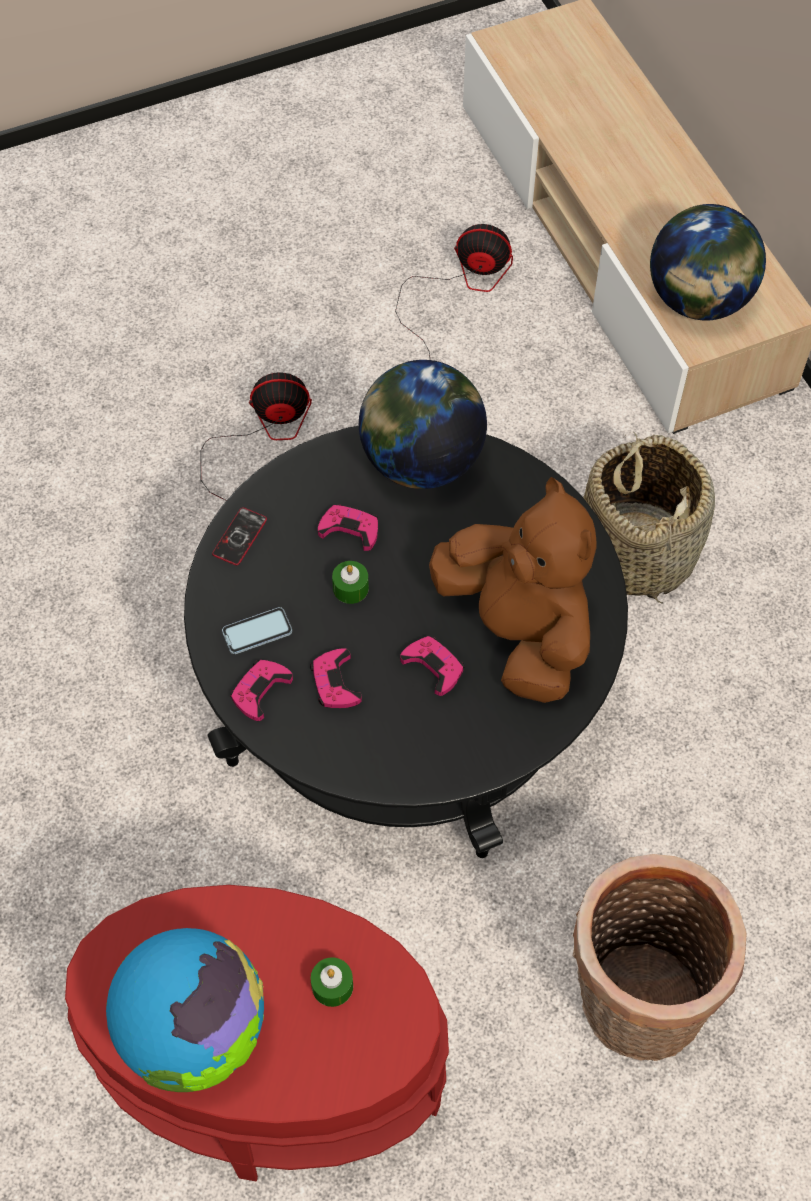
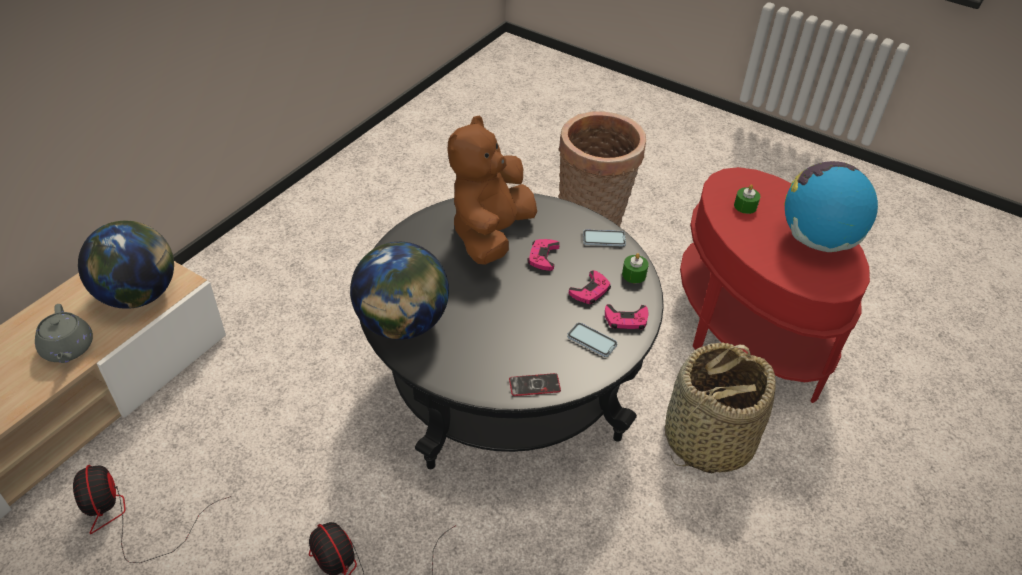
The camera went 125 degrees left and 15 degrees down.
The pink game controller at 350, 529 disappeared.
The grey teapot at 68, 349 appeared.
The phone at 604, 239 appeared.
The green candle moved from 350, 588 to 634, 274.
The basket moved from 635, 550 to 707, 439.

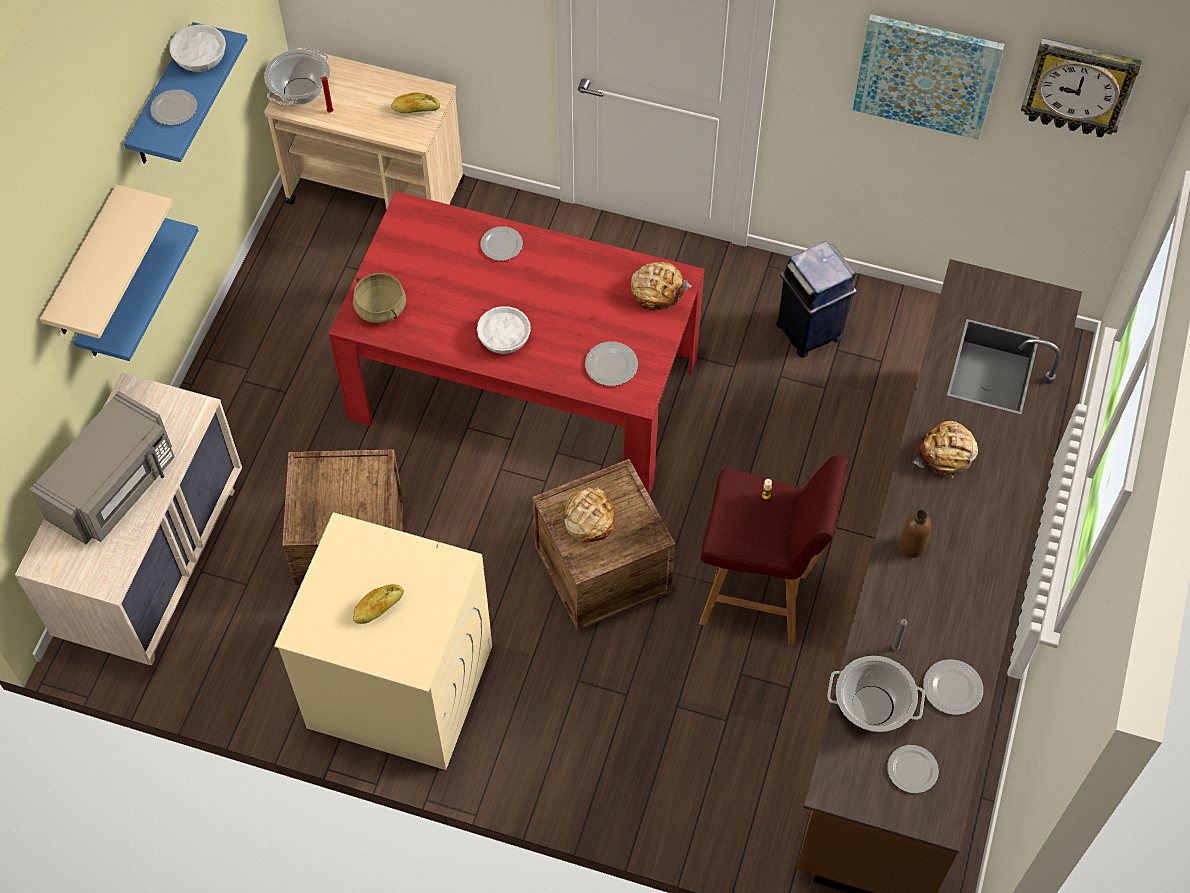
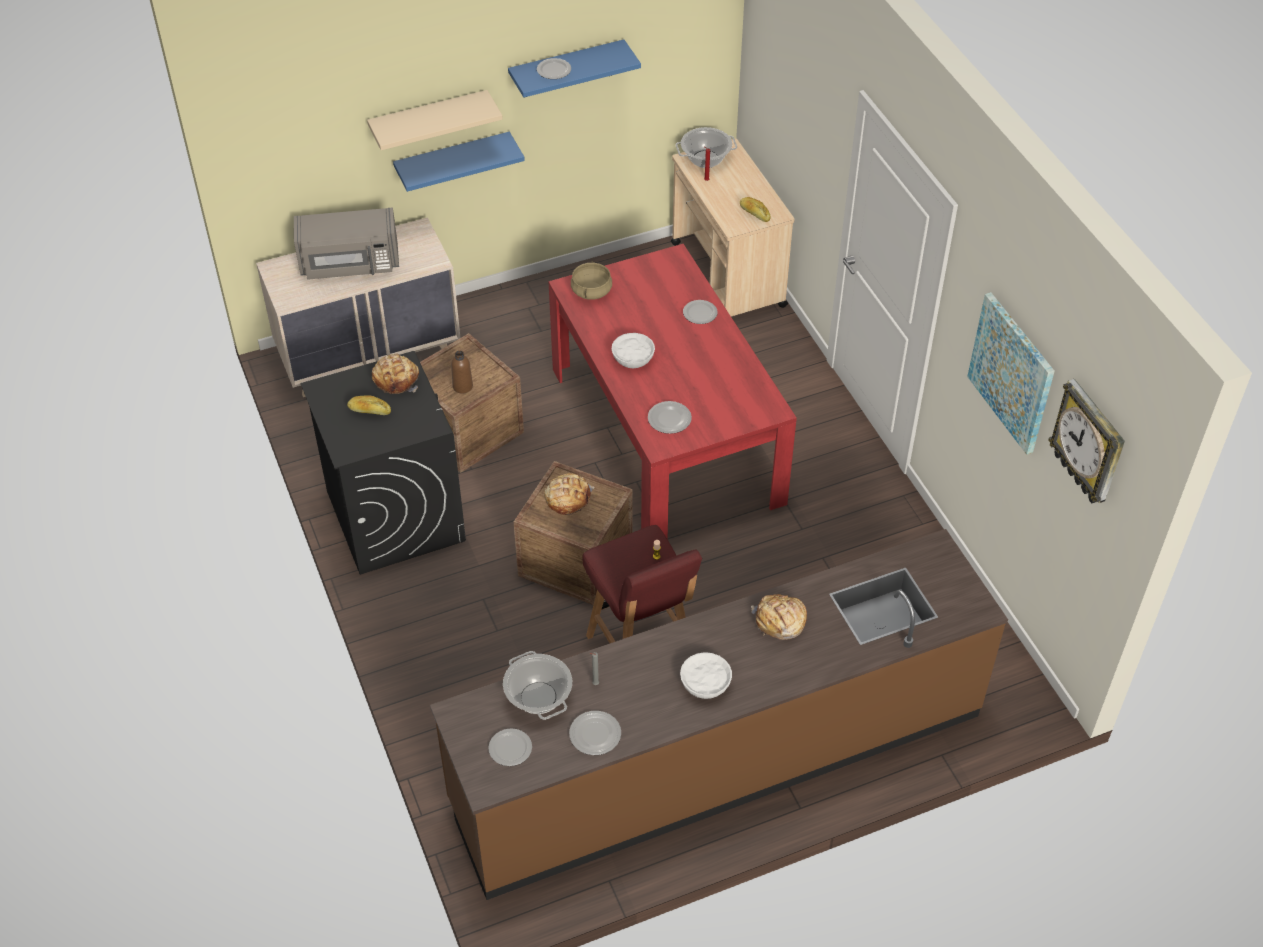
The camera went 50 degrees right and 10 degrees down.
The blue trash can at 809, 332 disappeared.
The white bowl moved from 199, 57 to 705, 682.
The bread moved from 657, 290 to 396, 379.
The brown bottle moved from 911, 546 to 462, 386.
The beige washing machine at 399, 686 became the black washing machine at 394, 515.

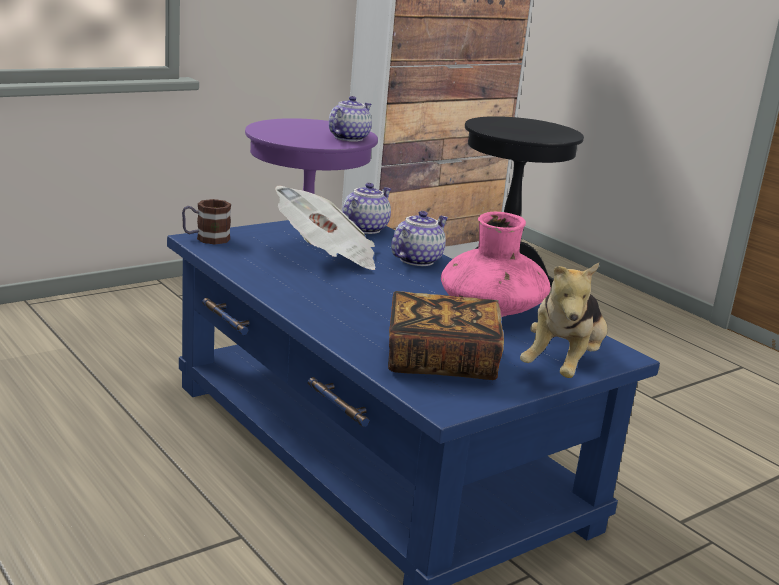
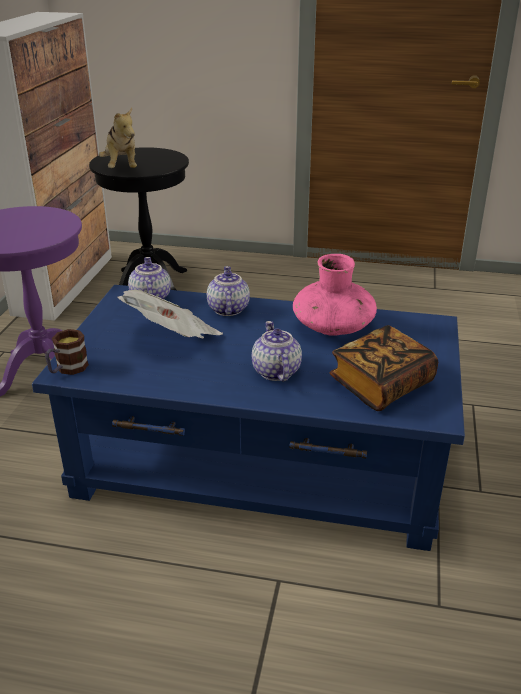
The camera went 40 degrees left and 10 degrees up.
The teapot moved from 348, 138 to 275, 371.
The plush toy moved from 563, 366 to 122, 168.

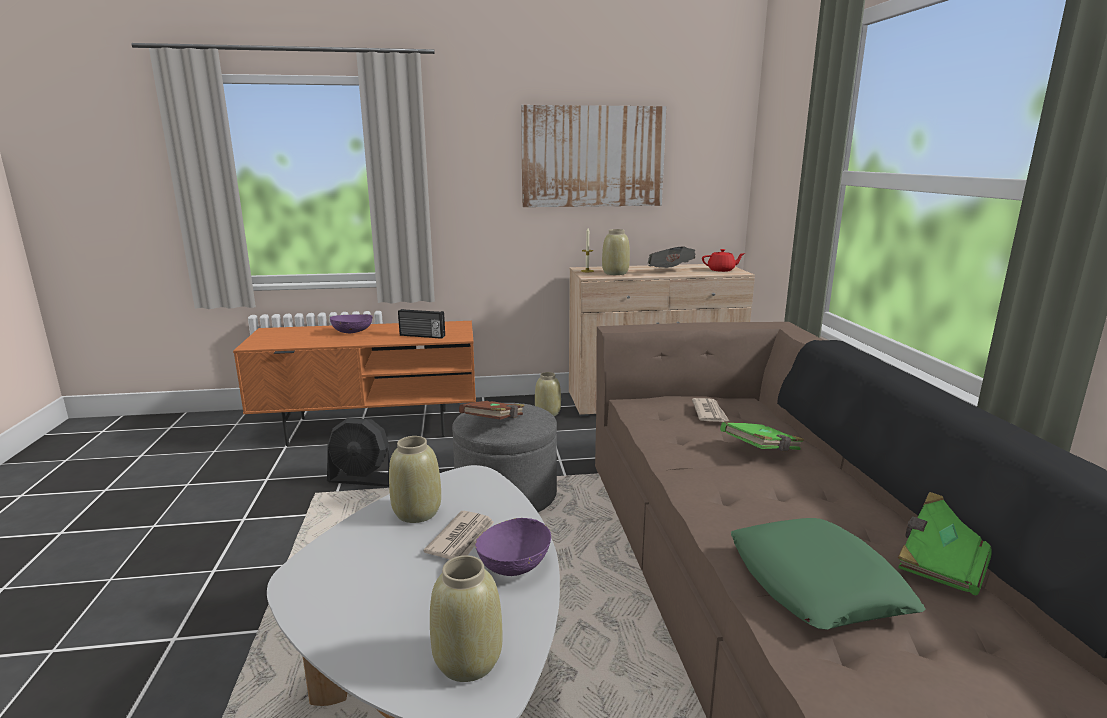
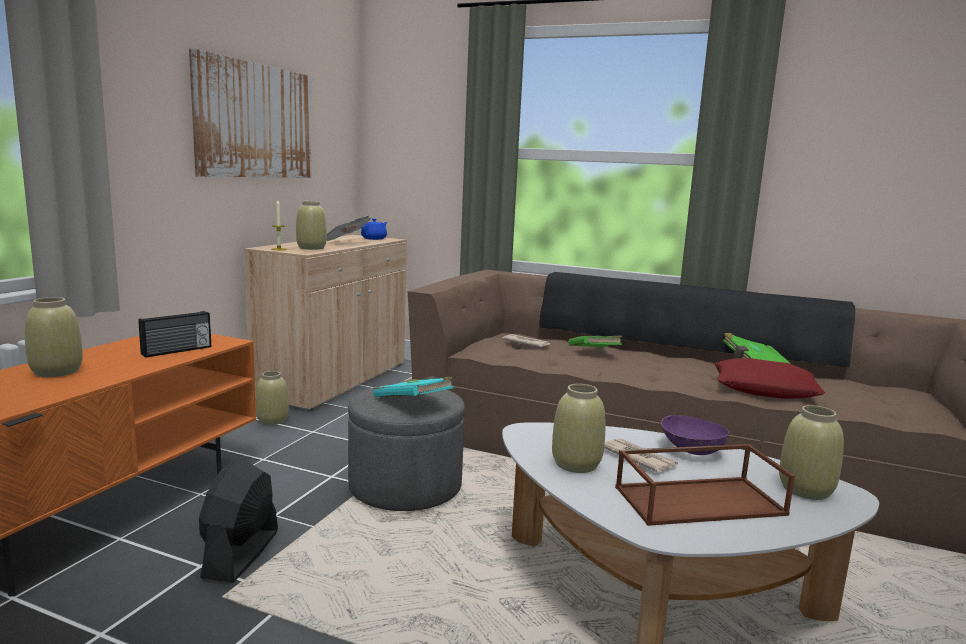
The camera went 60 degrees left and 5 degrees down.
The brown tray at 700, 500 appeared.
The purple bowl at 352, 332 was replaced by the beige vase at 57, 371.
The brown book at 494, 423 became the turquoise book at 413, 403.
The red teapot at 721, 270 became the blue teapot at 374, 239.
The green pillow at 817, 583 became the red pillow at 765, 388.
The black fan at 363, 479 turned 150 degrees clockwise.

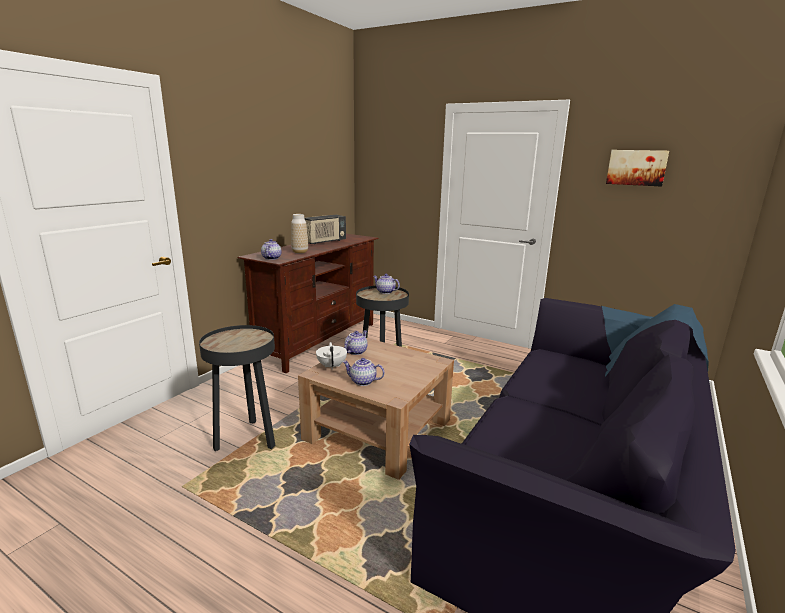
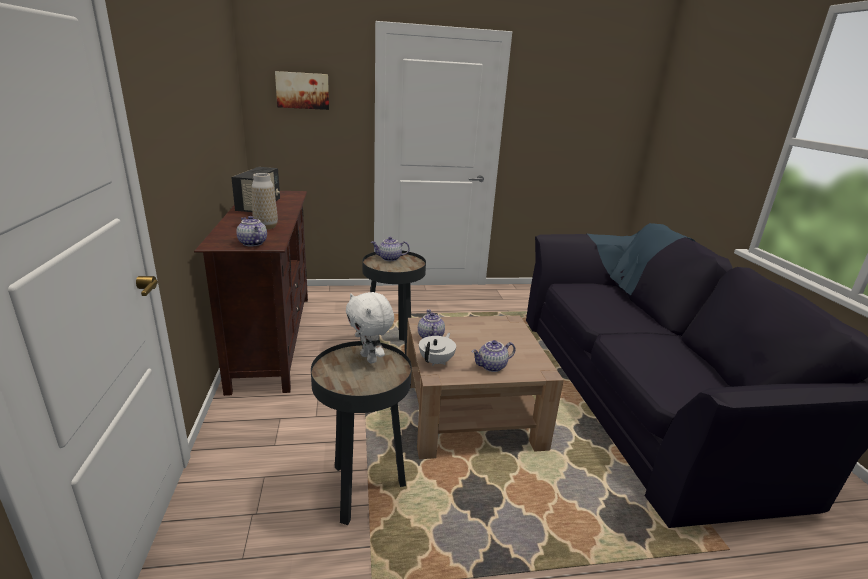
The camera went 40 degrees left and 5 degrees up.
The white plush toy at 370, 358 appeared.
The picture moved from 636, 167 to 302, 90.
The white teapot at 332, 366 turned 75 degrees clockwise.

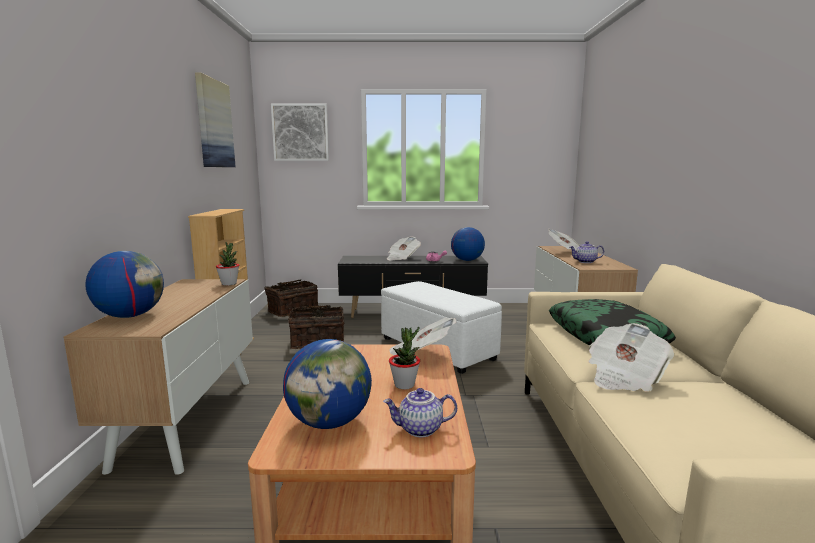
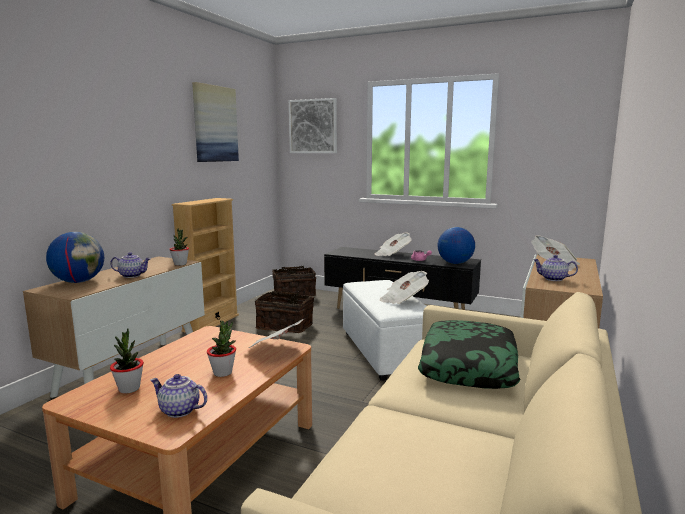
The camera went 25 degrees right and 0 degrees up.
The teapot at 132, 275 appeared.
The newspaper moved from 624, 377 to 403, 300.
The globe at 330, 422 was replaced by the potted plant at 129, 389.

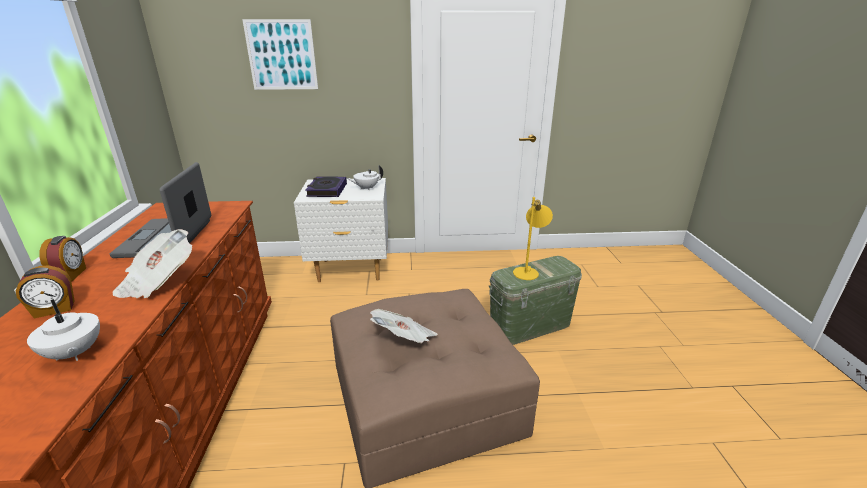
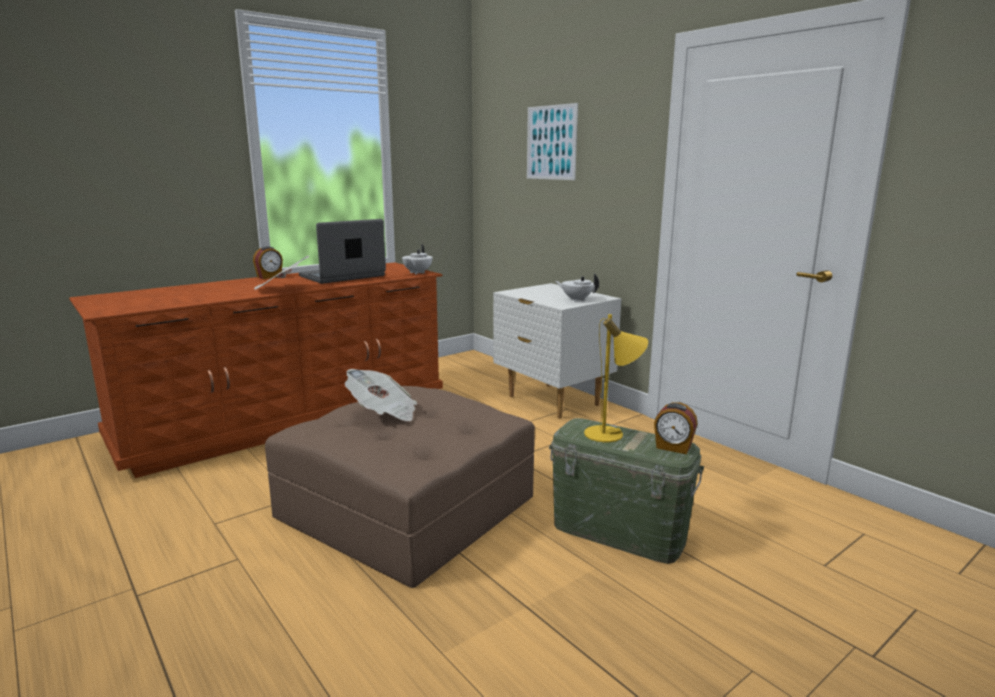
The camera went 55 degrees right and 10 degrees down.
The book at 327, 190 disappeared.
The alarm clock moved from 54, 309 to 673, 447.
The white teapot moved from 74, 354 to 417, 273.

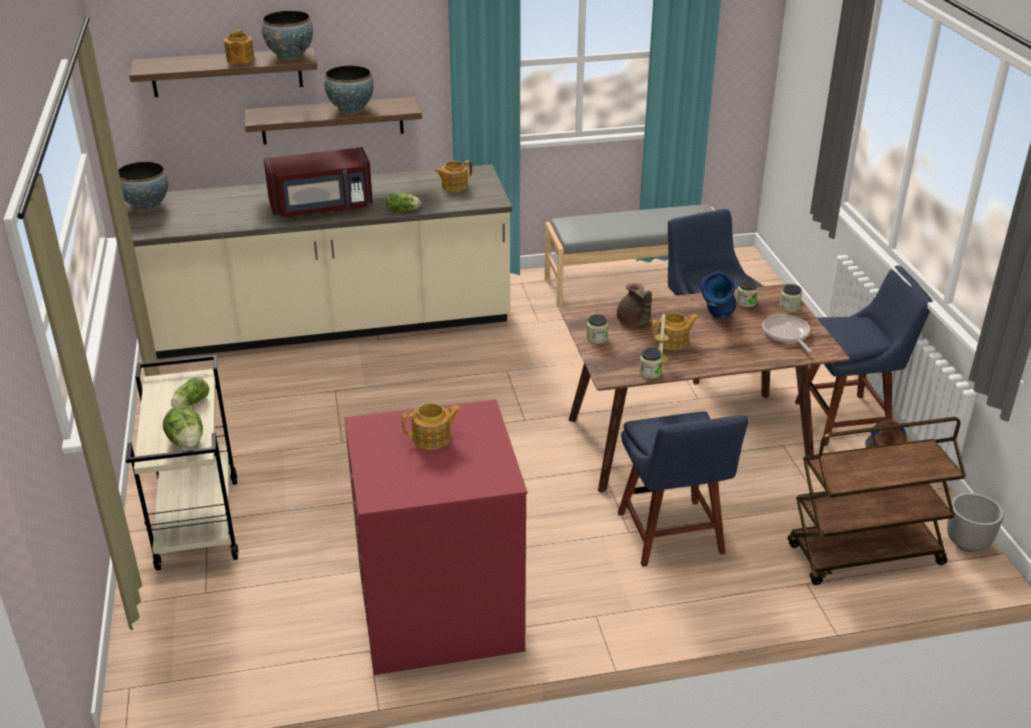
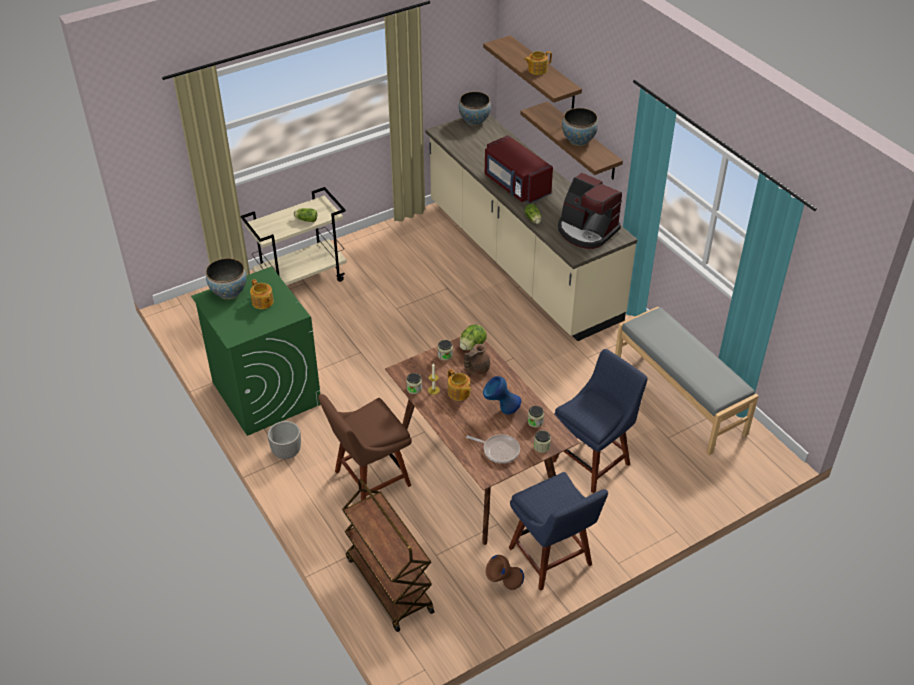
The camera went 70 degrees right and 10 degrees up.
The lettuce moved from 187, 442 to 472, 346.
The bowl moved from 290, 55 to 229, 293.
The planter moved from 967, 544 to 286, 453.
The teapot at 454, 186 was replaced by the coffee machine at 586, 231.
The red washing machine at 438, 612 became the green washing machine at 266, 393.
The blue chair at 672, 536 became the brown chair at 369, 480.
The frying pan at 786, 334 turned 60 degrees clockwise.

